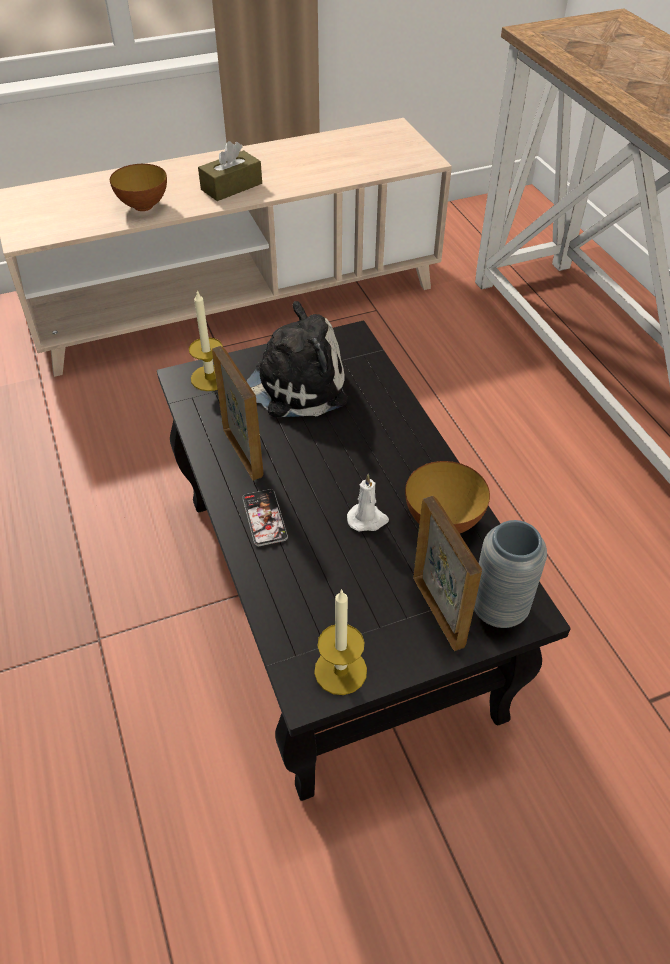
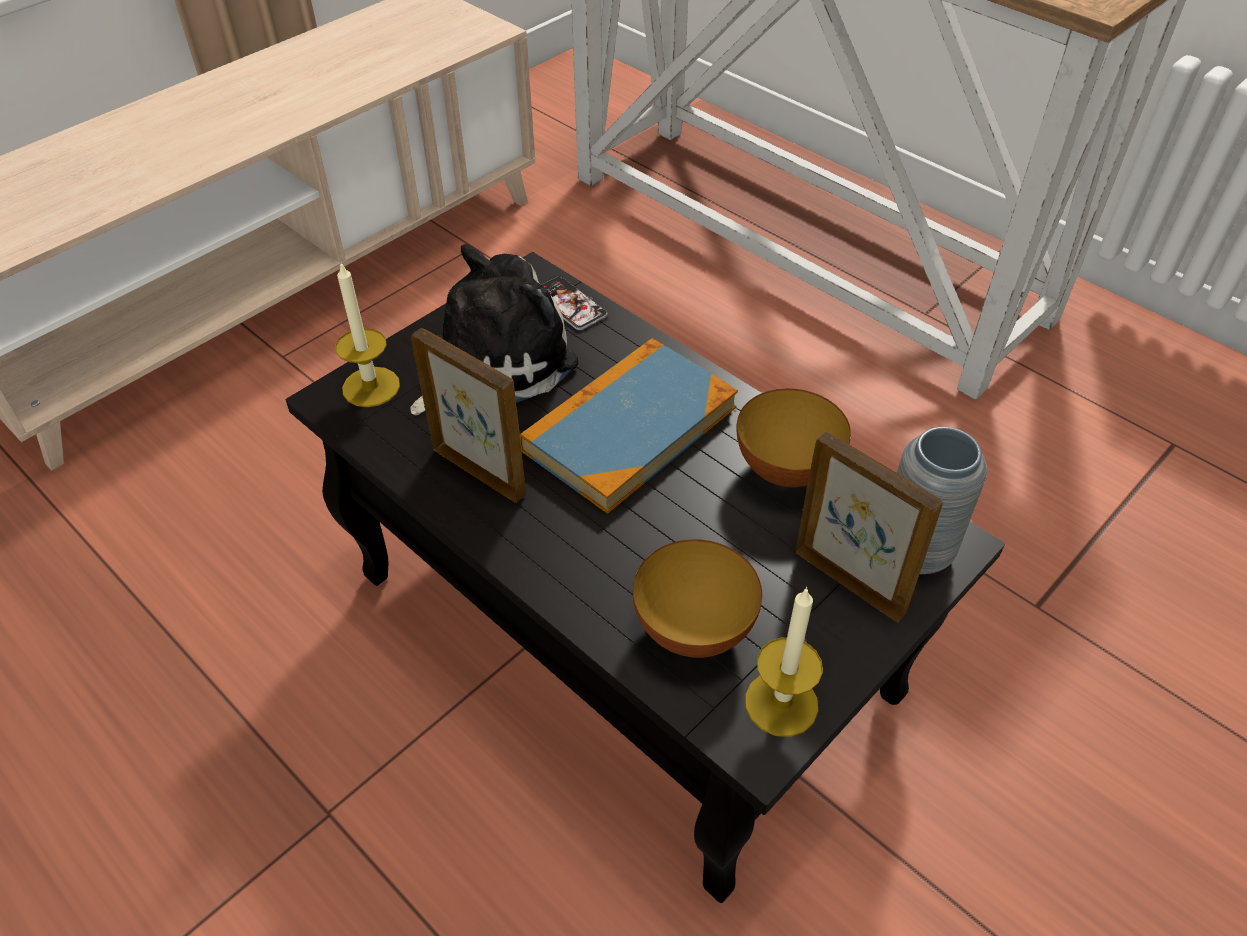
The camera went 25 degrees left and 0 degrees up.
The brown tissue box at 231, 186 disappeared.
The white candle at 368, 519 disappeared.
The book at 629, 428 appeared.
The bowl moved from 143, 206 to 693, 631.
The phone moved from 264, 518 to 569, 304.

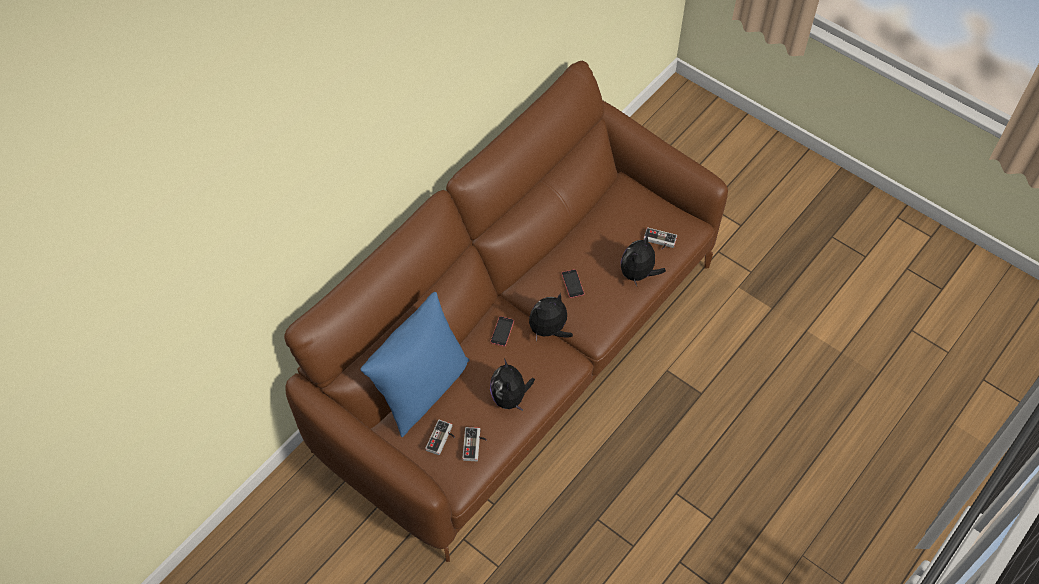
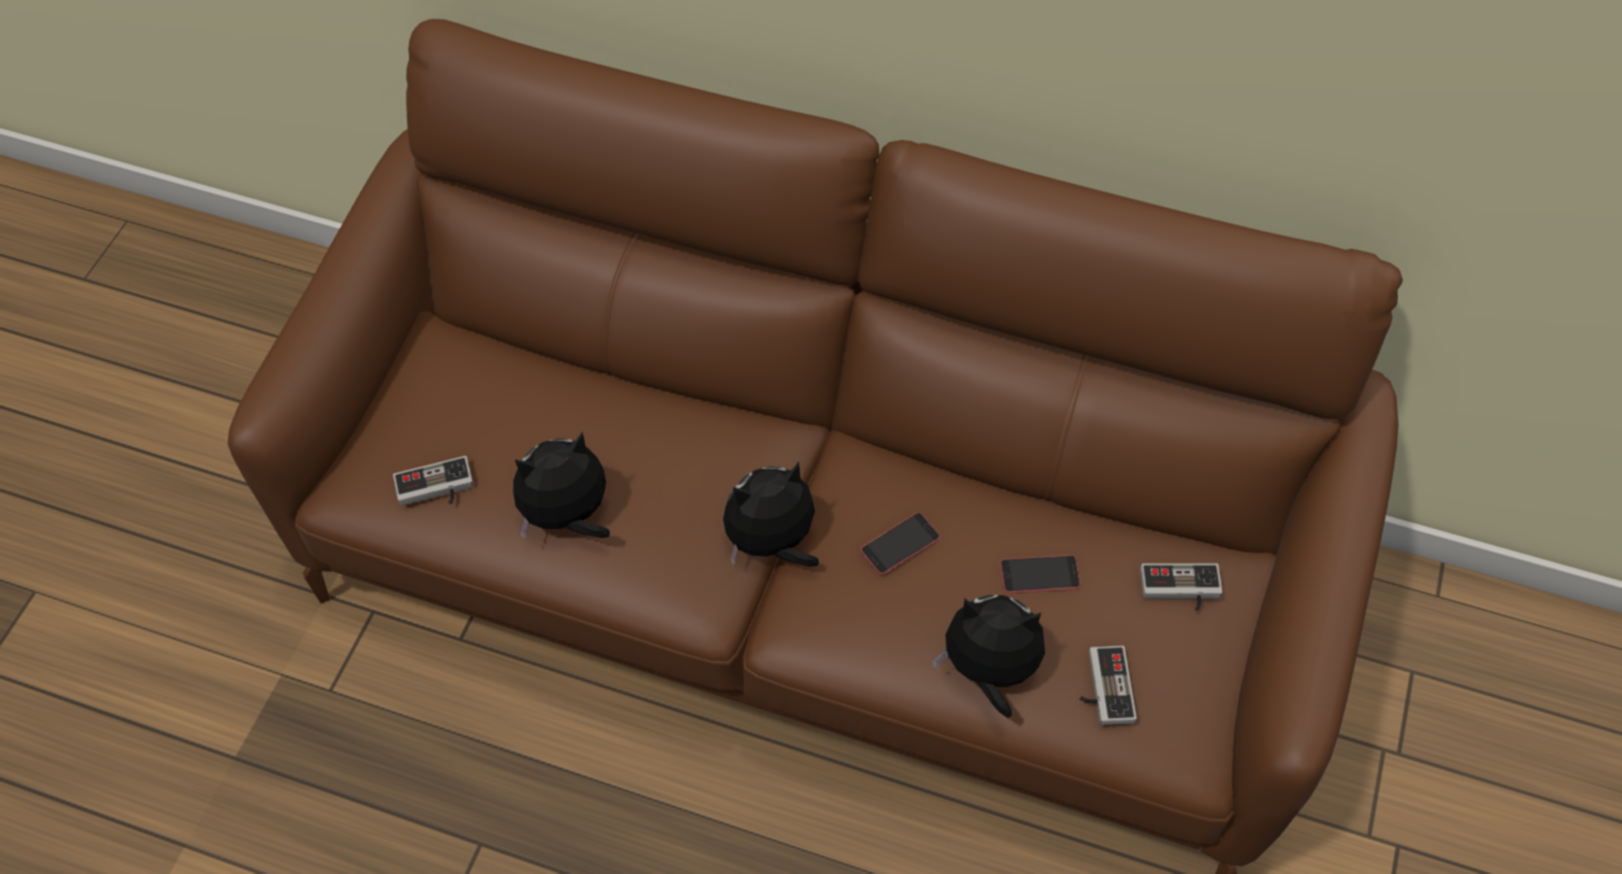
The camera went 70 degrees right and 0 degrees up.
The blue pillow at 421, 390 disappeared.
The game controller moved from 442, 439 to 1180, 591.
The phone moved from 502, 331 to 1039, 574.
The plush toy at 549, 330 turned 60 degrees counterclockwise.

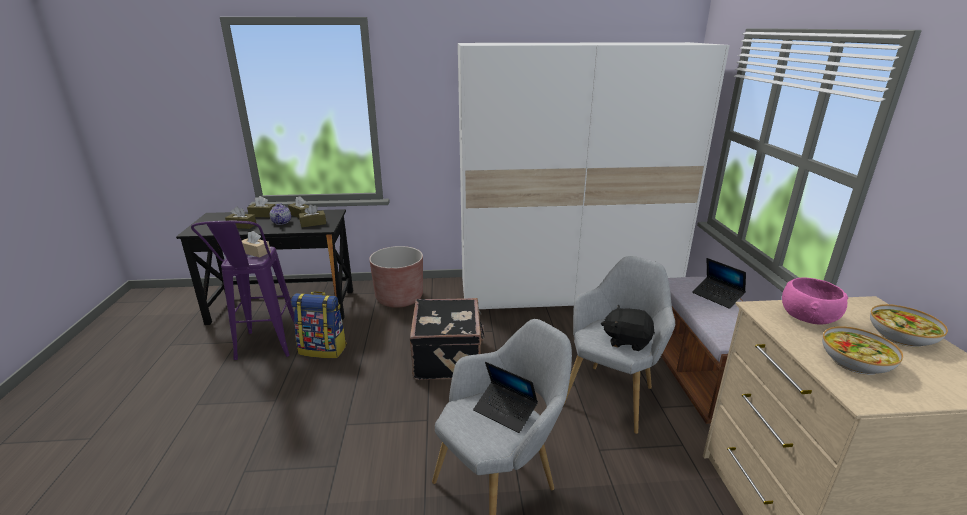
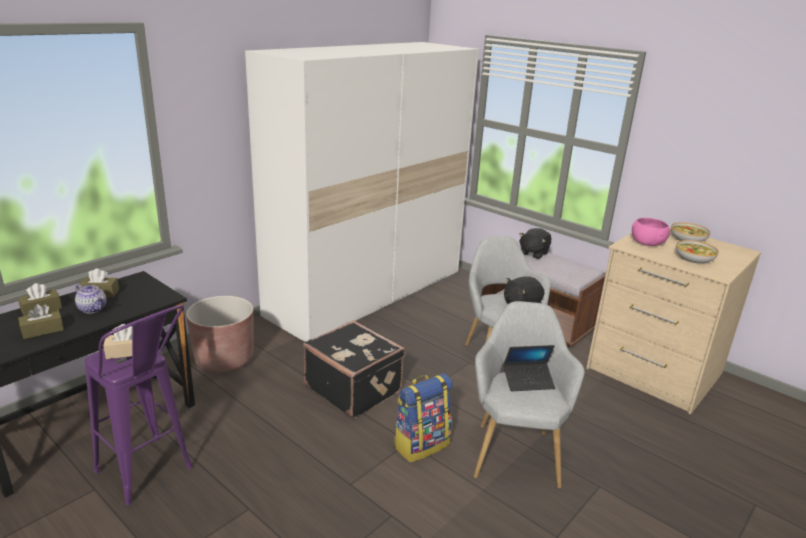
The camera went 45 degrees left and 0 degrees up.
The brown tissue box at 313, 223 disappeared.
The backpack moved from 323, 349 to 421, 444.
The laptop at 717, 296 was replaced by the black plush toy at 533, 253.

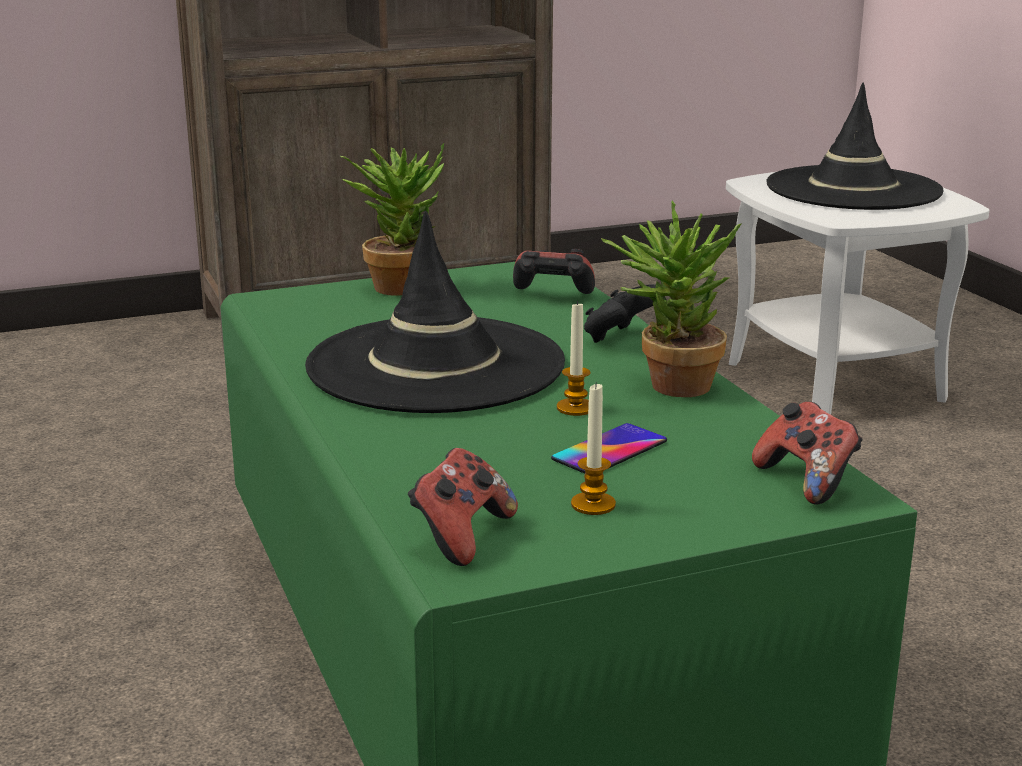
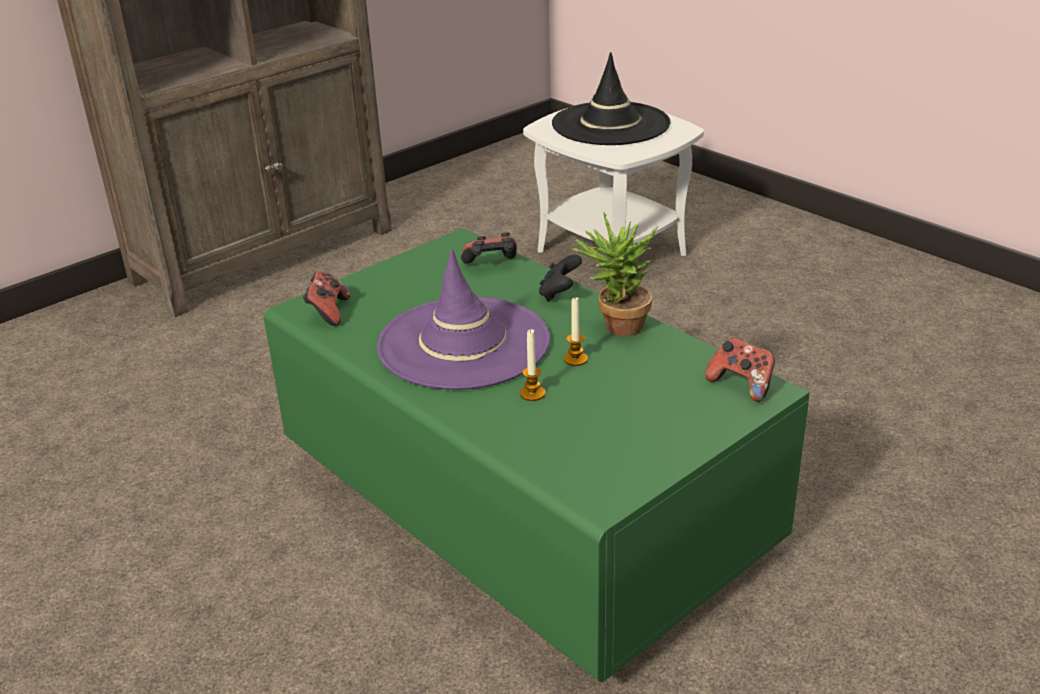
The camera went 20 degrees left and 10 degrees up.
The potted plant at 402, 285 disappeared.
The phone at 609, 450 disappeared.
The game controller moved from 461, 536 to 328, 312.
The candle moved from 593, 505 to 532, 394.
The black hat at 435, 366 became the purple hat at 463, 343.

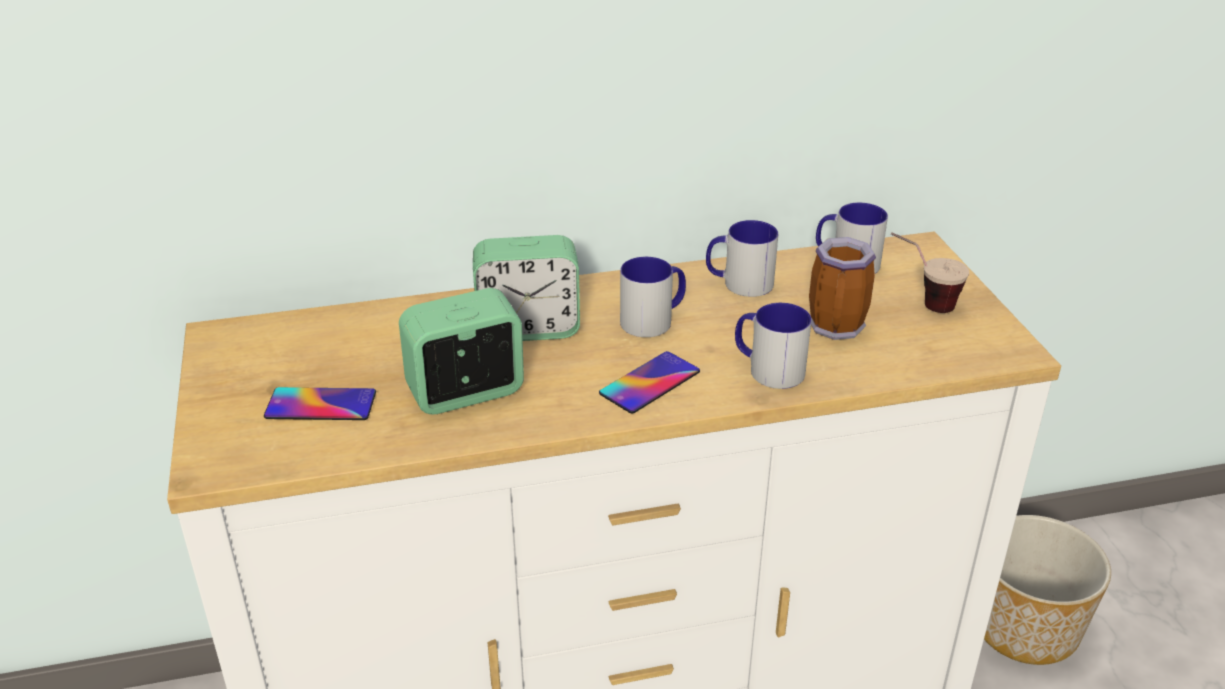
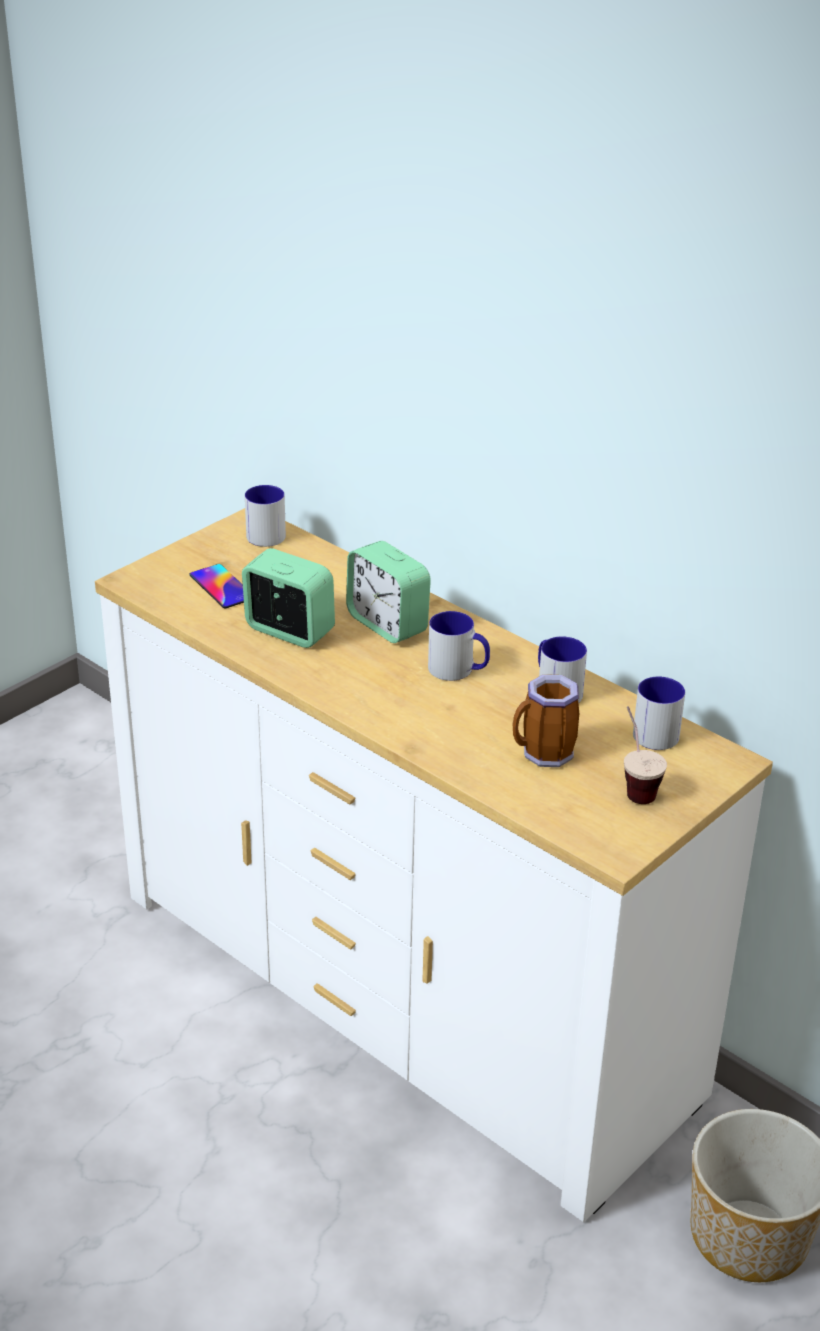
The camera went 55 degrees right and 0 degrees up.
The phone at 650, 383 disappeared.
The mug moved from 767, 369 to 266, 532.

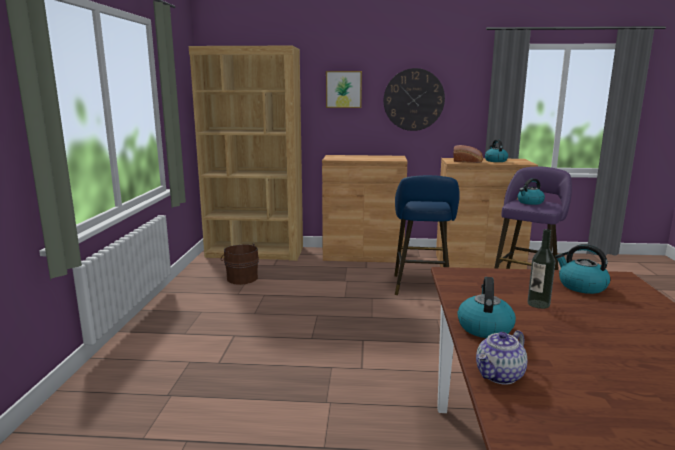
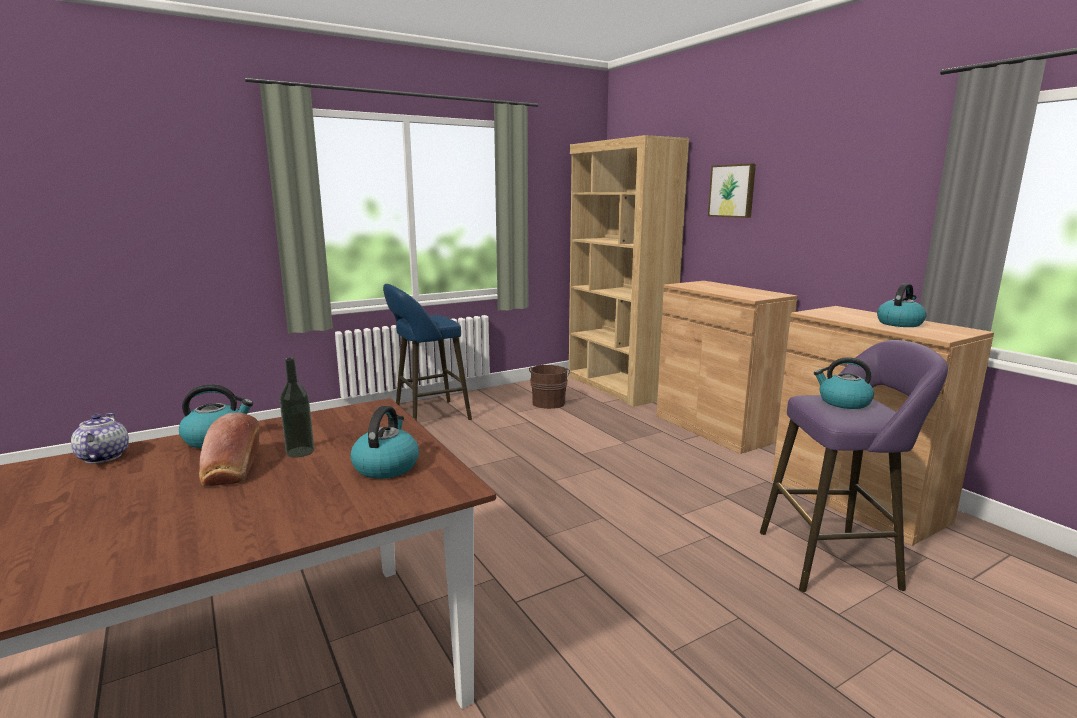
The camera went 55 degrees right and 0 degrees up.
The wall clock at 413, 99 disappeared.
The blue stool moved from 422, 287 to 427, 416.
The bread moved from 468, 161 to 231, 469.
The teapot at 500, 376 turned 60 degrees clockwise.

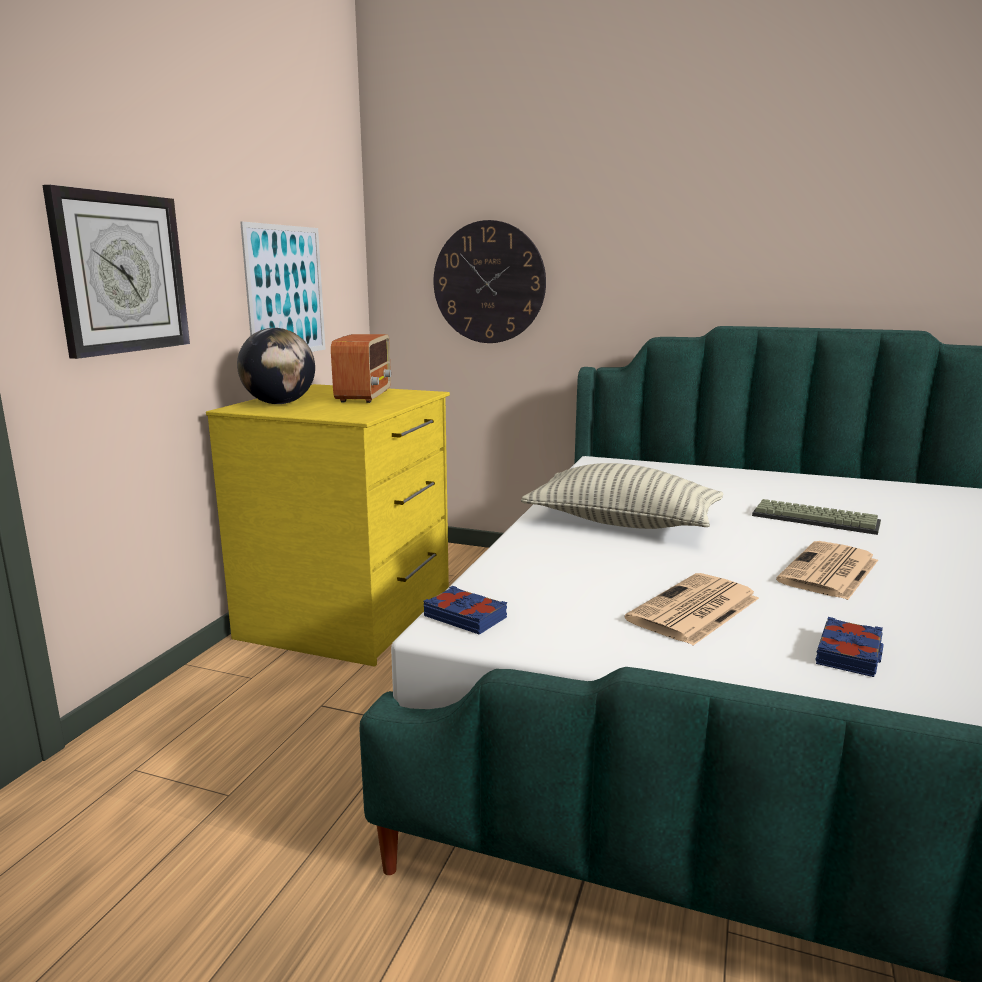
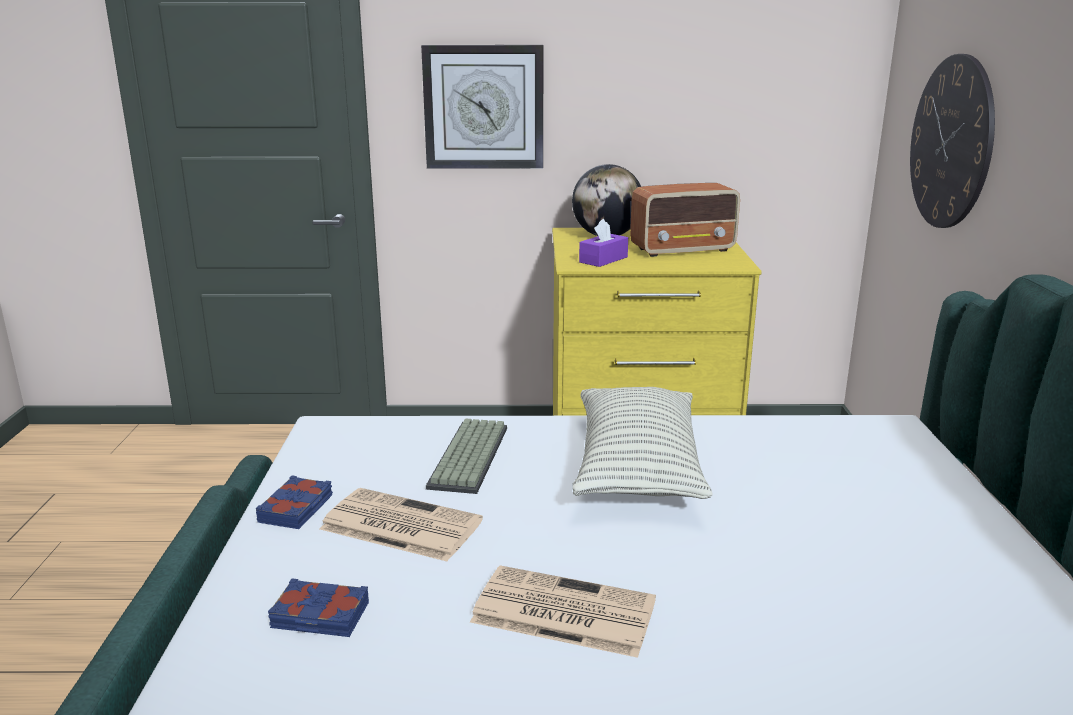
The camera went 70 degrees right and 5 degrees up.
The picture at 286, 291 disappeared.
The purple tissue box at 603, 260 appeared.
The blue book moved from 466, 616 to 297, 509.
The keyboard moved from 817, 519 to 471, 458.

